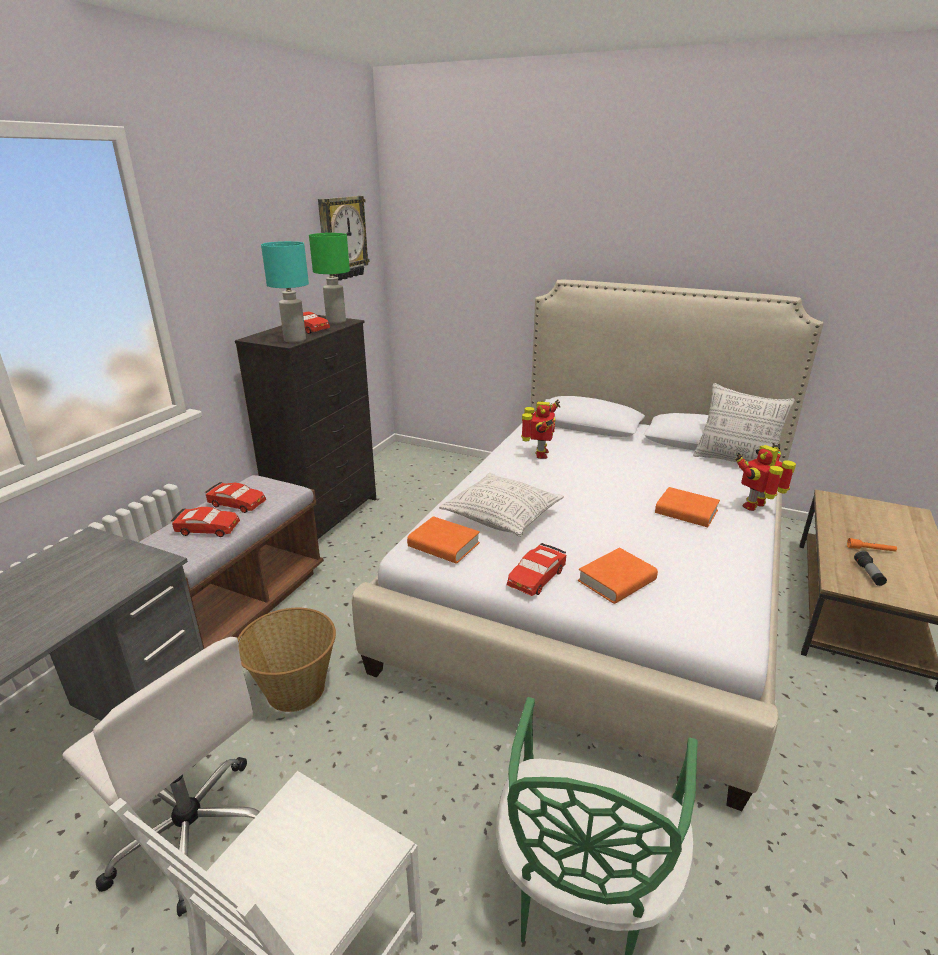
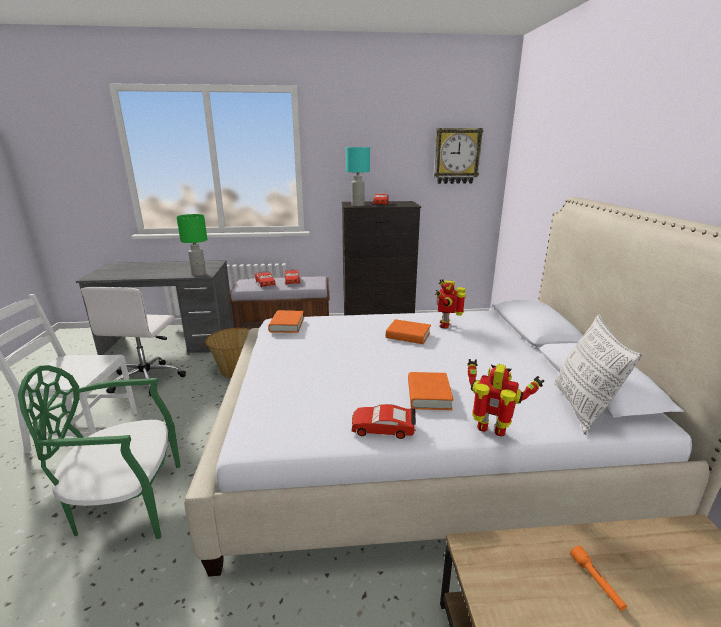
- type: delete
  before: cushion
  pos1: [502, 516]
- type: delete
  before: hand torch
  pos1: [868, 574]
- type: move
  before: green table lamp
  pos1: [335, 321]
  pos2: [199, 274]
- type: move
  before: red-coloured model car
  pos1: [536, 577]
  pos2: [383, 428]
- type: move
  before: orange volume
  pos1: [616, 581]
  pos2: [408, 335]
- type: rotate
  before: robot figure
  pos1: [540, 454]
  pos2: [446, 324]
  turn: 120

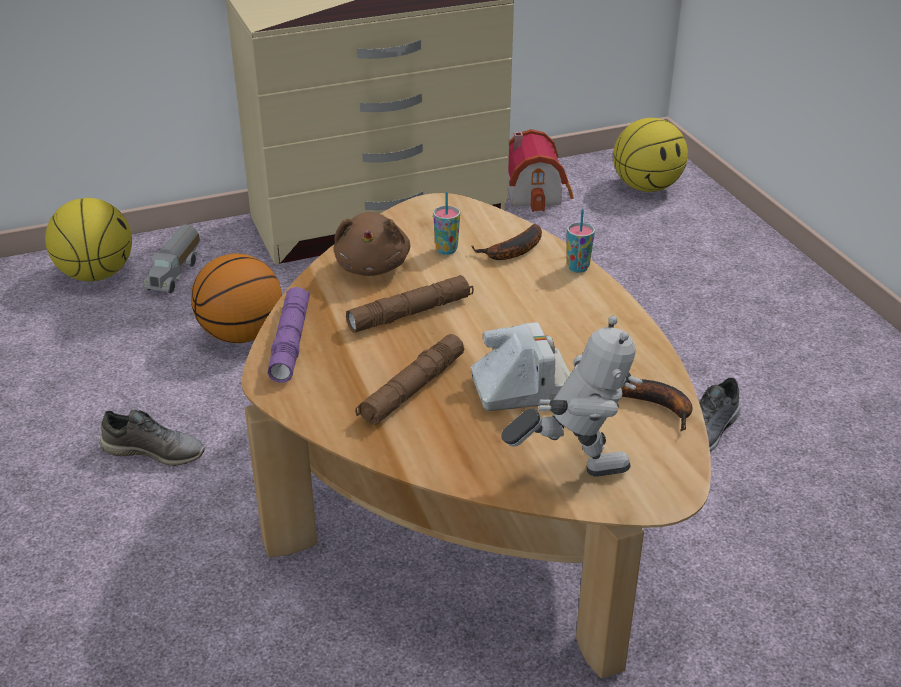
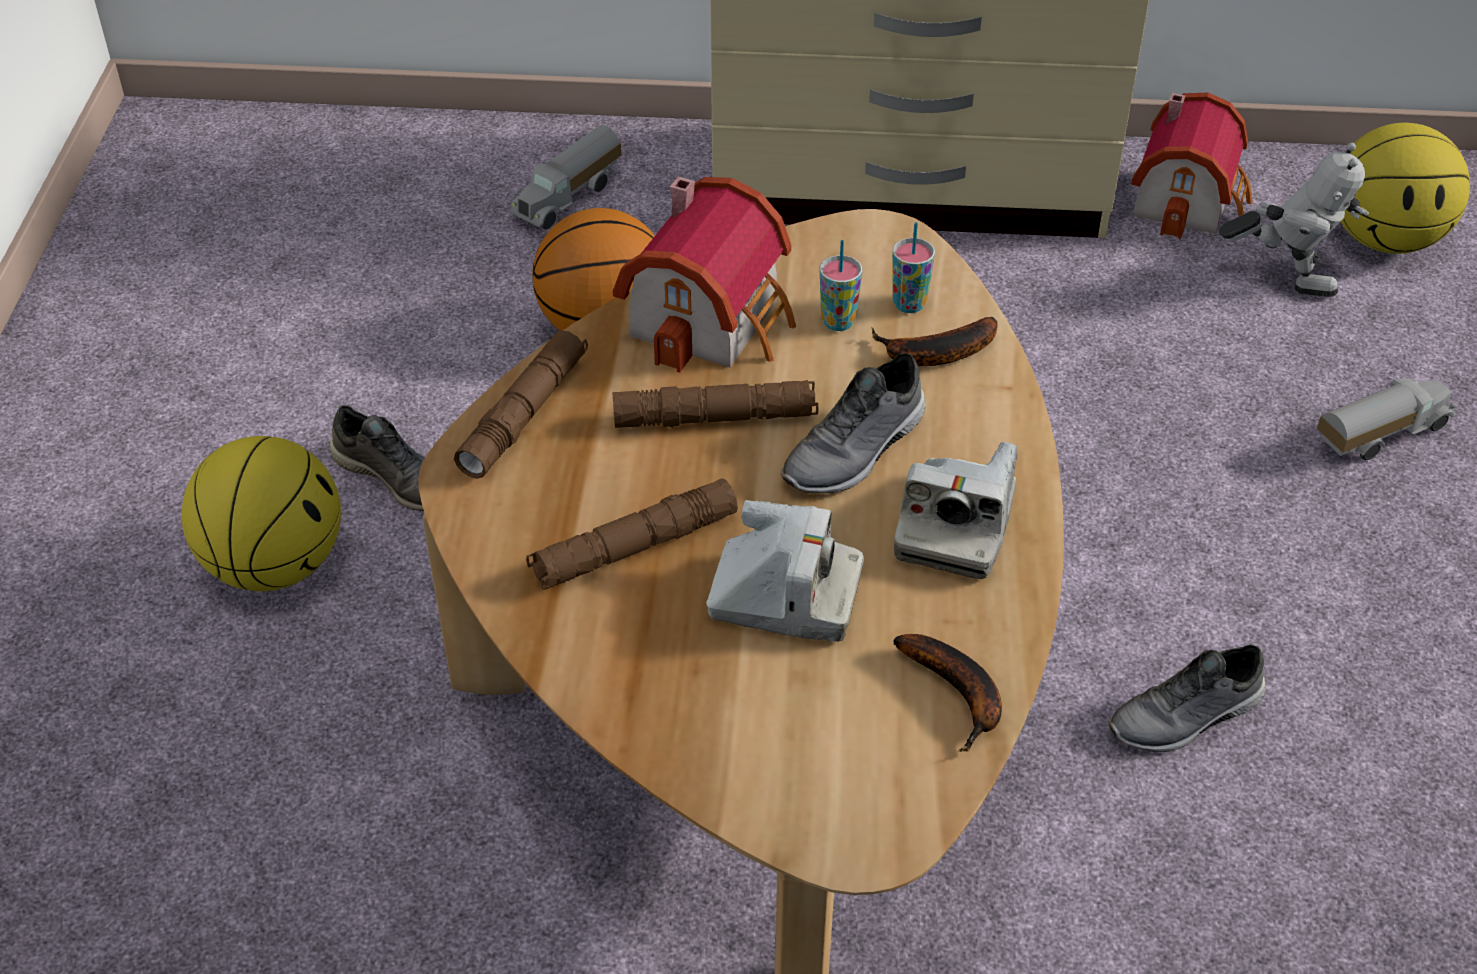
- type: insert
  after: greyish item of footwear
  pos2: [856, 451]
- type: insert
  after: photo camera
  pos2: [955, 526]
- type: insert
  after: model truck
  pos2: [1379, 434]
- type: move
  before: basketball ball
  pos1: [96, 274]
  pos2: [276, 564]
- type: move
  before: robot figure
  pos1: [573, 467]
  pos2: [1283, 280]
- type: move
  before: small cup
  pos1: [578, 268]
  pos2: [909, 304]
- type: replace
  before: brown-coloured plush toy
  after: model house
  pos1: [373, 266]
  pos2: [714, 319]
- type: recolor
  before: purple hand torch
  after: brown-coloured hand torch
  pos1: [290, 342]
  pos2: [524, 414]

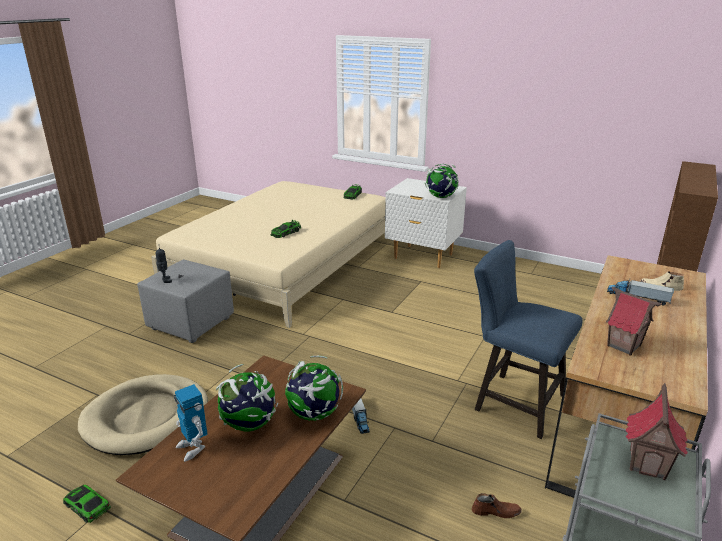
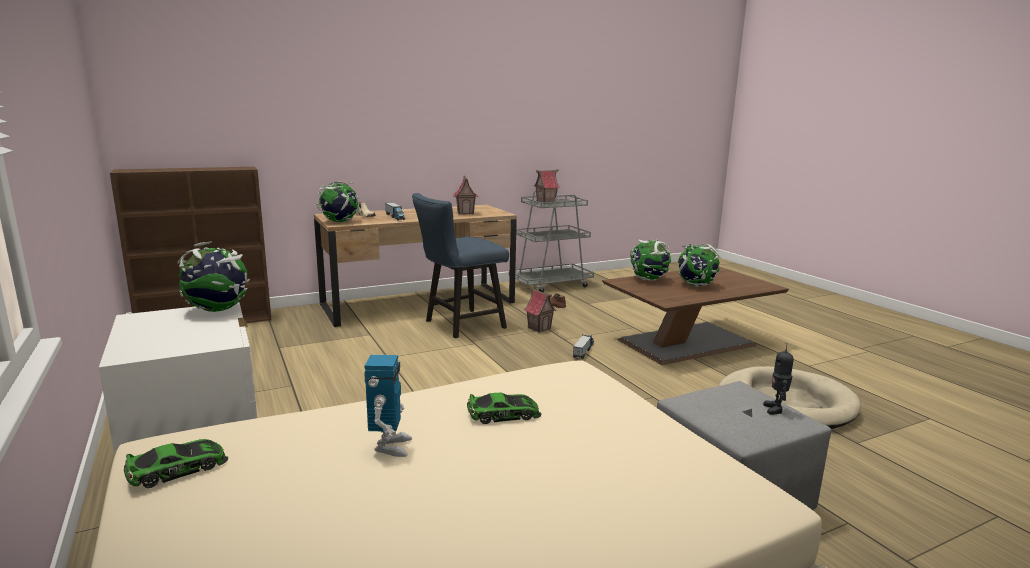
- type: delete
  before: model car
  pos1: [87, 506]
- type: insert
  after: desk globe
  pos2: [339, 222]
- type: insert
  after: model house
  pos2: [539, 328]
- type: move
  before: robot figure
  pos1: [193, 448]
  pos2: [390, 446]
- type: rotate
  before: bluish upright chair
  pos1: [513, 401]
  pos2: [459, 325]
  turn: 75

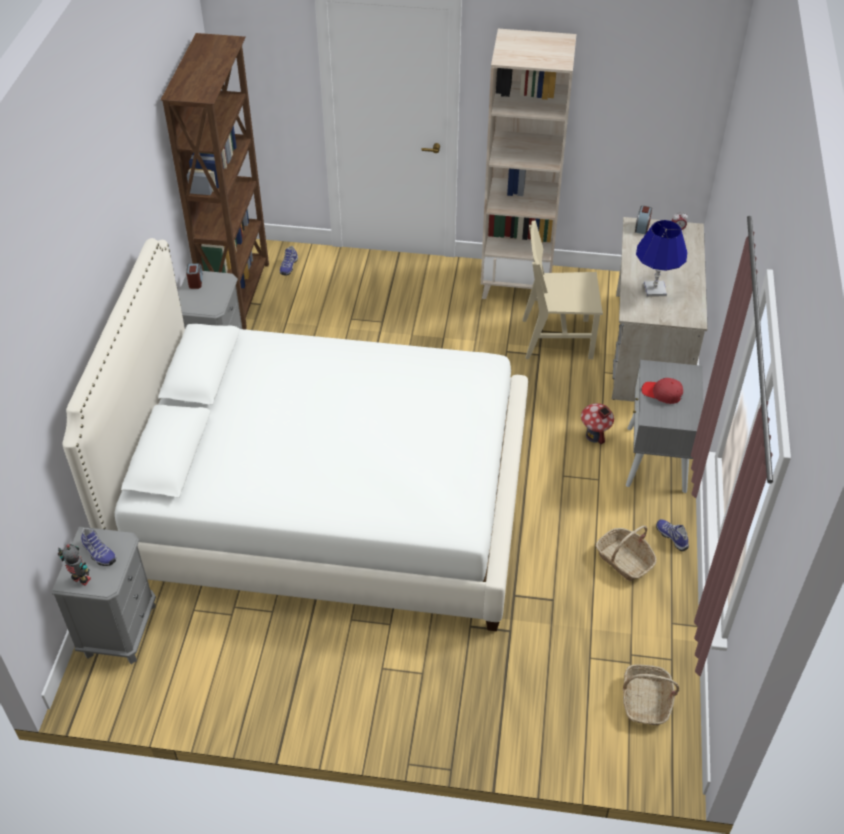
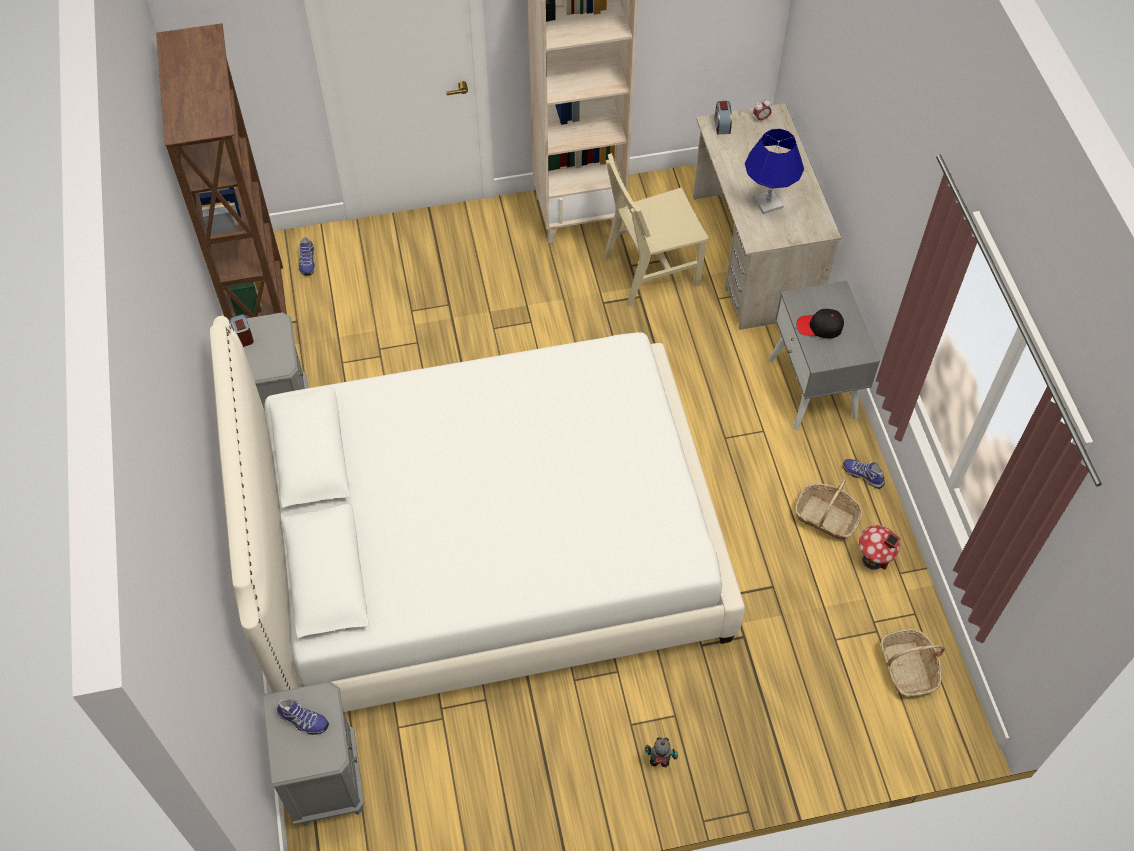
- type: move
  before: robot figure
  pos1: [81, 580]
  pos2: [659, 763]
- type: move
  before: model house
  pos1: [594, 436]
  pos2: [873, 560]
- type: recolor
  before: red-coloured baseball cap
  after: blackish baseball cap
  pos1: [662, 393]
  pos2: [819, 327]

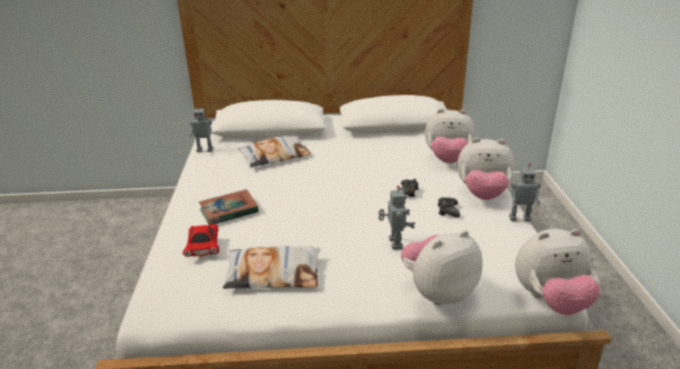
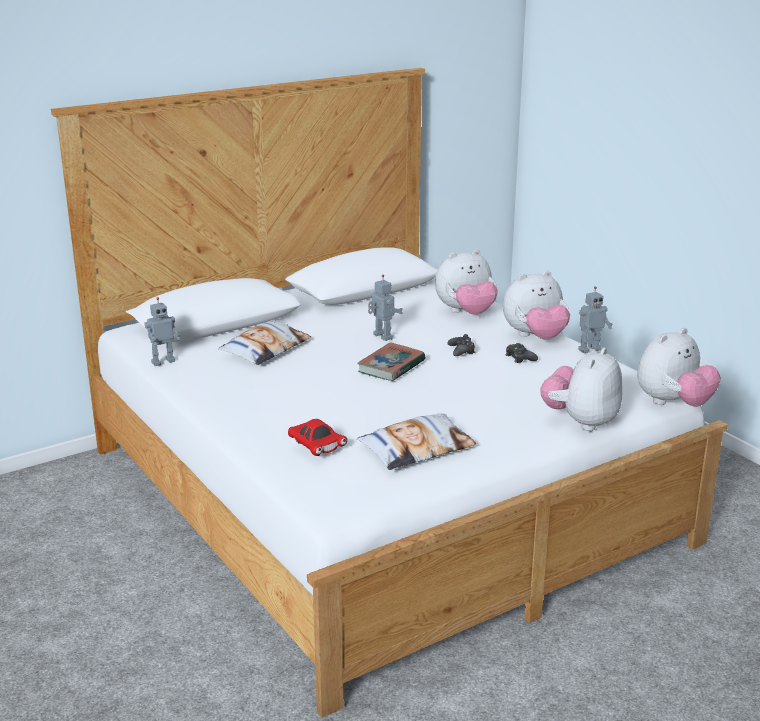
- type: move
  before: volume
  pos1: [229, 211]
  pos2: [391, 366]
- type: move
  before: robot figure
  pos1: [394, 243]
  pos2: [381, 337]

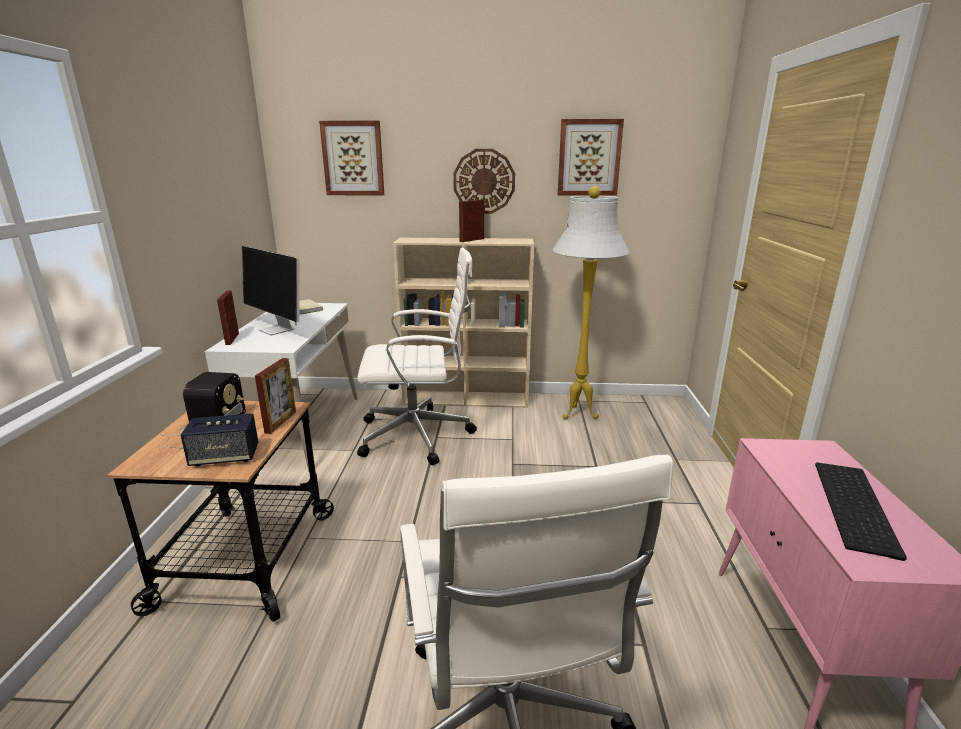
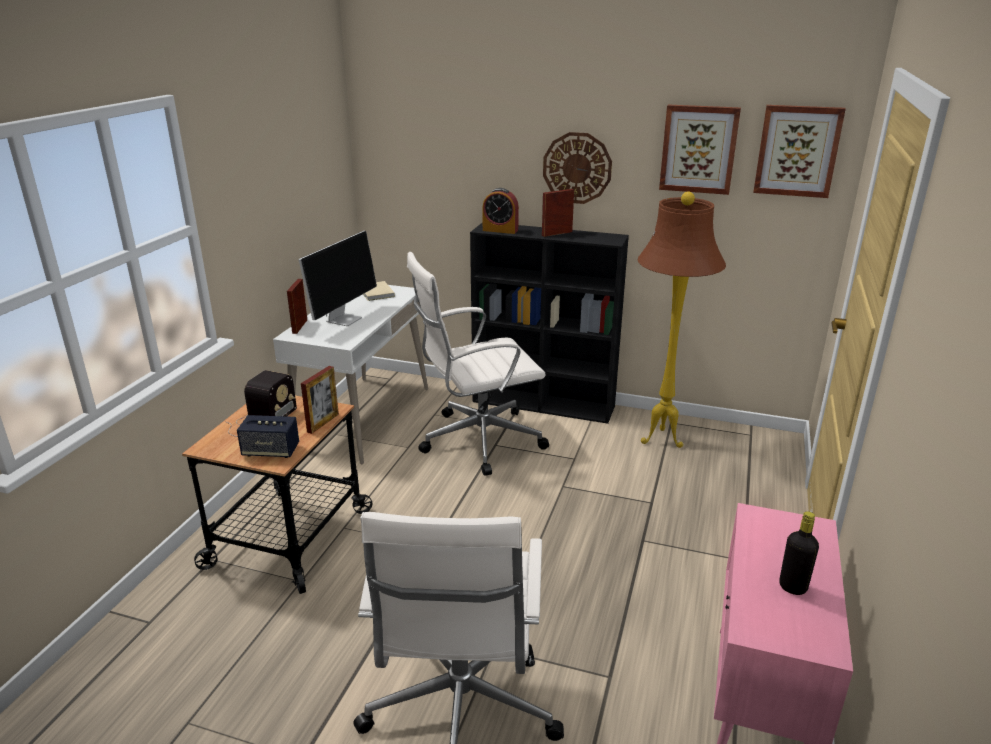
- type: insert
  after: alarm clock
  pos2: [500, 230]
- type: move
  before: picture
  pos1: [353, 158]
  pos2: [797, 151]
- type: replace
  before: keyboard
  after: blackish beverage bottle
  pos1: [858, 507]
  pos2: [792, 587]
- type: recolor
  before: beige-coloured shelving unit
  after: blackish shelving unit
  pos1: [467, 399]
  pos2: [545, 404]
- type: recolor
  before: whitish floor lamp
  after: brown-coloured floor lamp
  pos1: [578, 415]
  pos2: [660, 441]
- type: rotate
  before: monitor
  pos1: [278, 330]
  pos2: [344, 319]
  turn: -120
- type: rotate
  before: whitish desk chair
  pos1: [419, 435]
  pos2: [478, 440]
  turn: 150

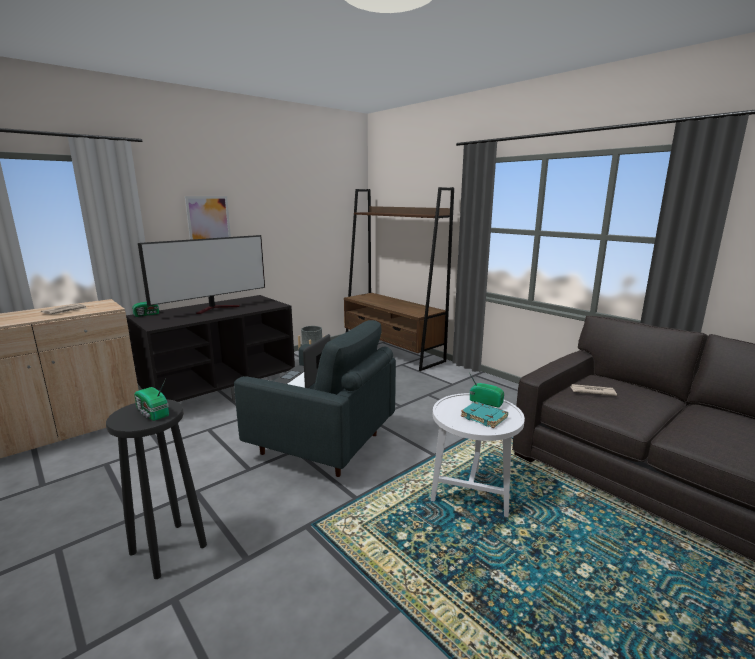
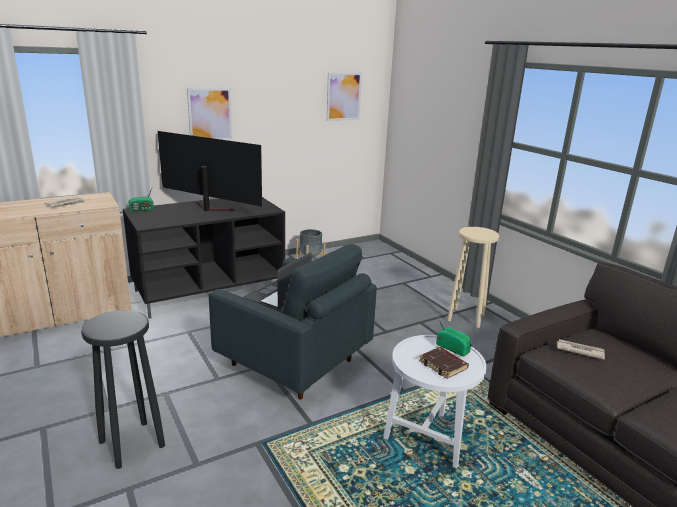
- type: delete
  before: radio set
  pos1: [152, 413]
- type: delete
  before: brown-coloured shelving unit
  pos1: [392, 351]
- type: insert
  after: picture
  pos2: [343, 96]
- type: insert
  after: beige-coloured stool seat
  pos2: [466, 317]
- type: recolor
  before: blue-green volume
  after: brown-coloured volume
  pos1: [484, 417]
  pos2: [444, 365]
- type: rotate
  before: TV
  pos1: [216, 308]
  pos2: [209, 208]
  turn: -120

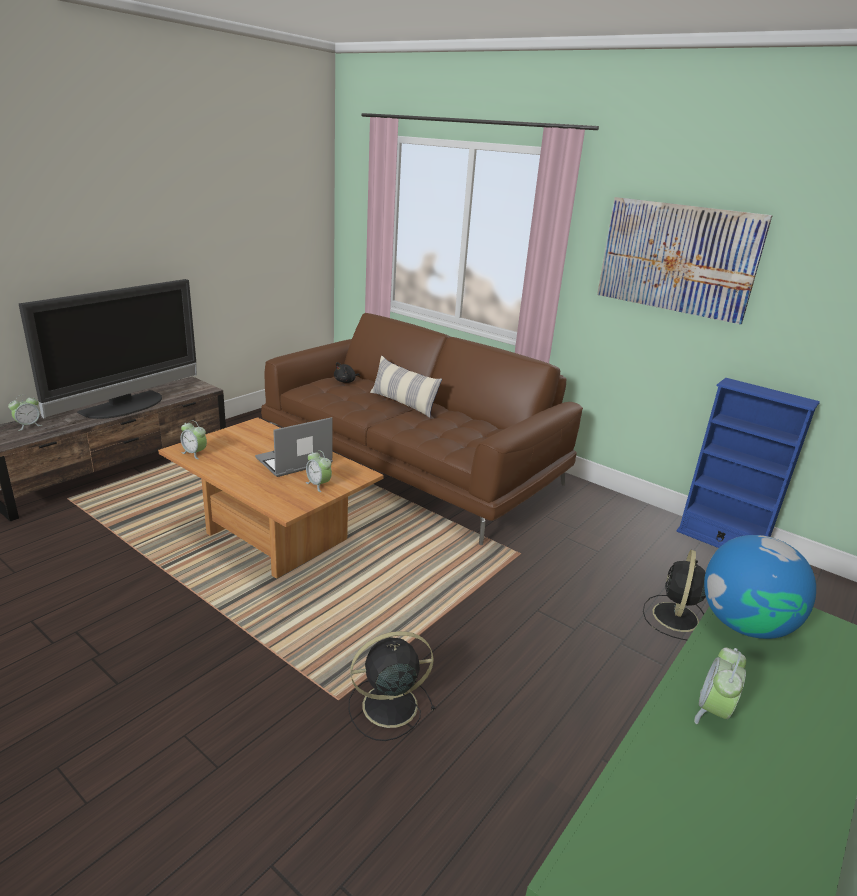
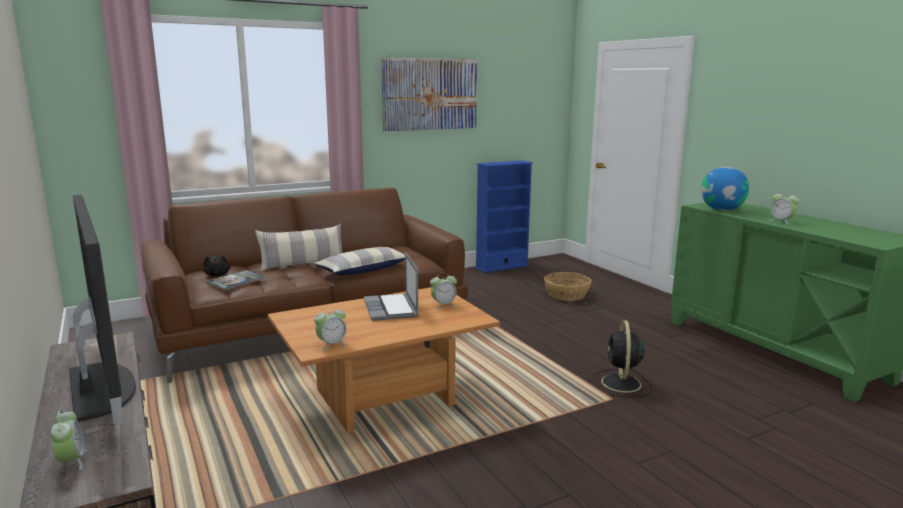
- type: insert
  after: volume
  pos2: [236, 281]
- type: insert
  after: cushion
  pos2: [363, 270]
- type: replace
  before: blackish fan
  after: household basket
  pos1: [675, 618]
  pos2: [567, 295]

